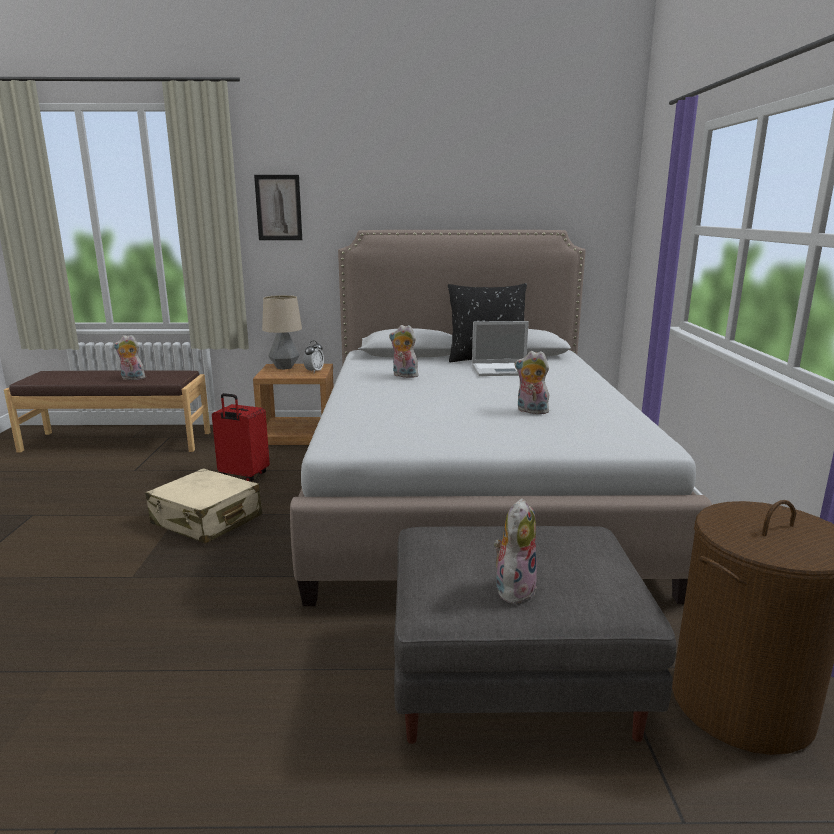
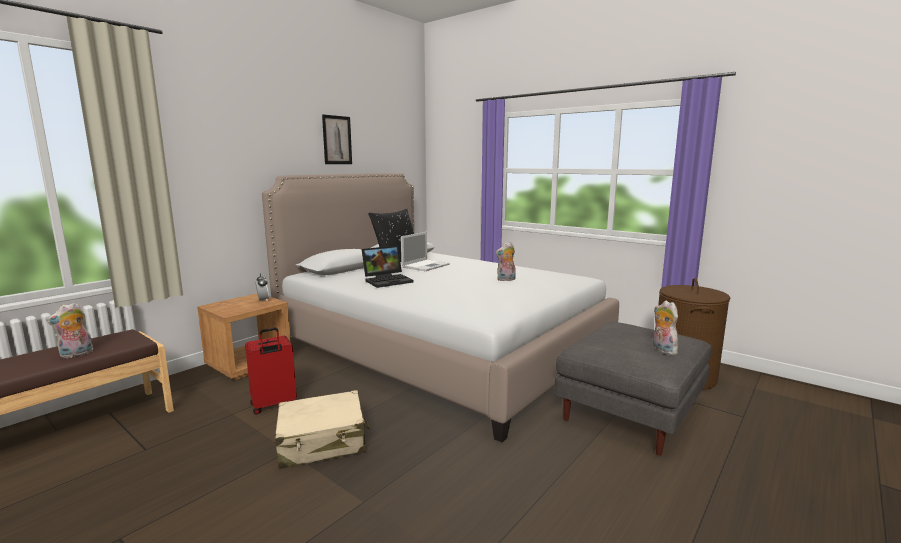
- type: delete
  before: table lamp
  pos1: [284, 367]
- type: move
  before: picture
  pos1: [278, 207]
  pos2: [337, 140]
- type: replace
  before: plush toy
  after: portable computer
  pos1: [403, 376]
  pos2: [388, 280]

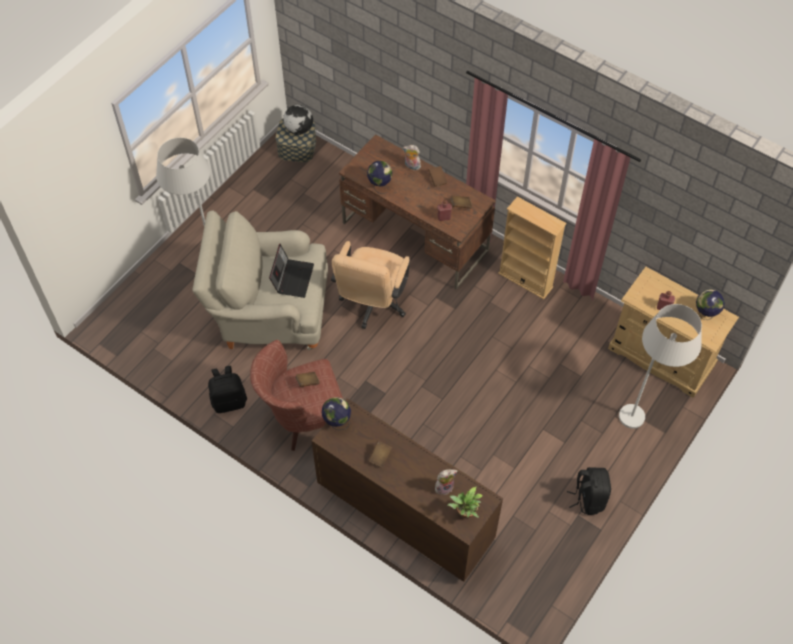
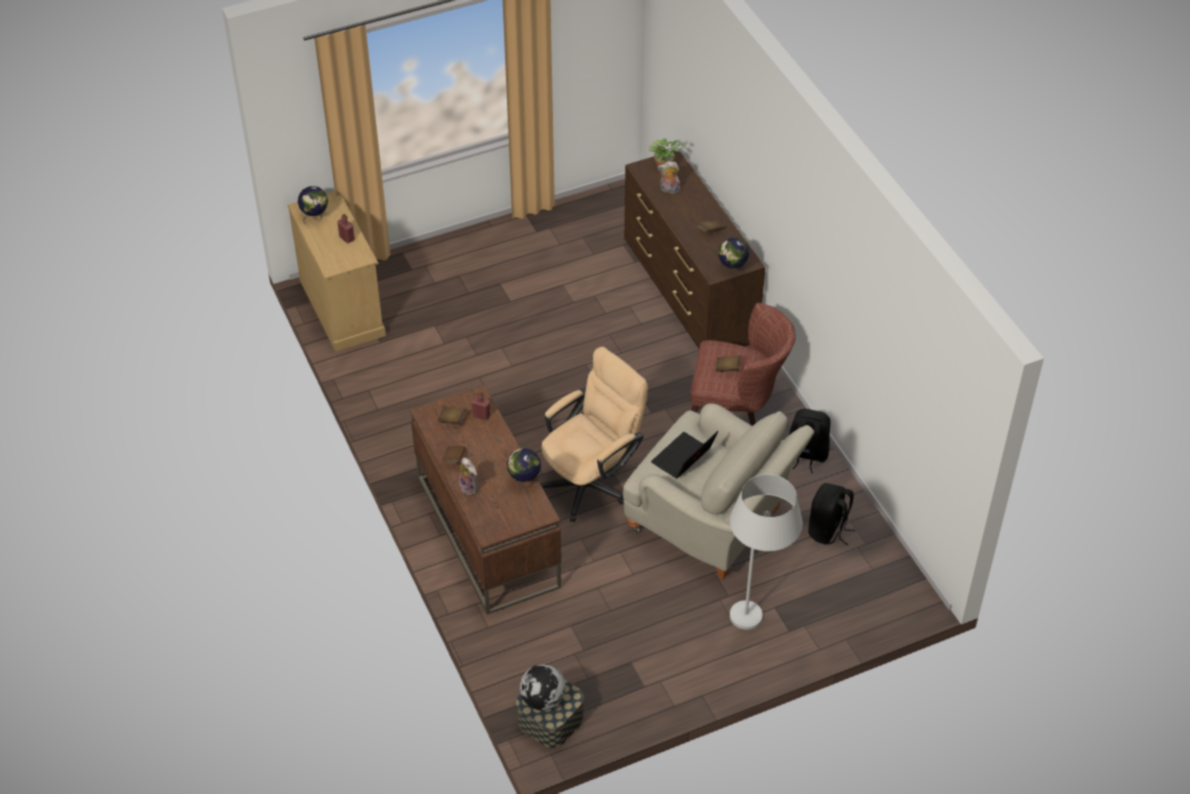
- type: delete
  before: beige-coloured shelving unit
  pos1: [525, 280]
- type: delete
  before: whitish floor lamp
  pos1: [644, 411]
- type: move
  before: blackish knapsack
  pos1: [588, 498]
  pos2: [828, 530]

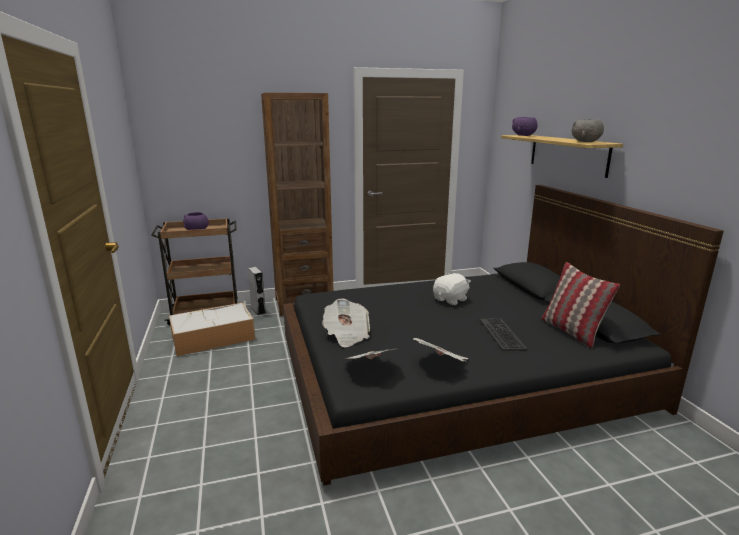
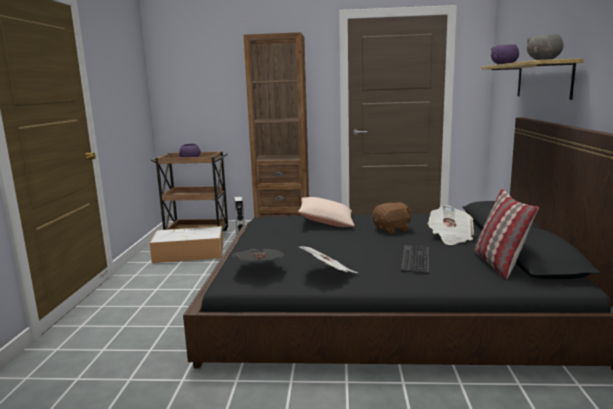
- type: insert
  after: beige-coloured cushion
  pos2: [326, 222]
- type: move
  before: newspaper
  pos1: [346, 335]
  pos2: [450, 237]
- type: recolor
  before: whitish plush toy
  after: brown-coloured plush toy
  pos1: [451, 300]
  pos2: [392, 229]

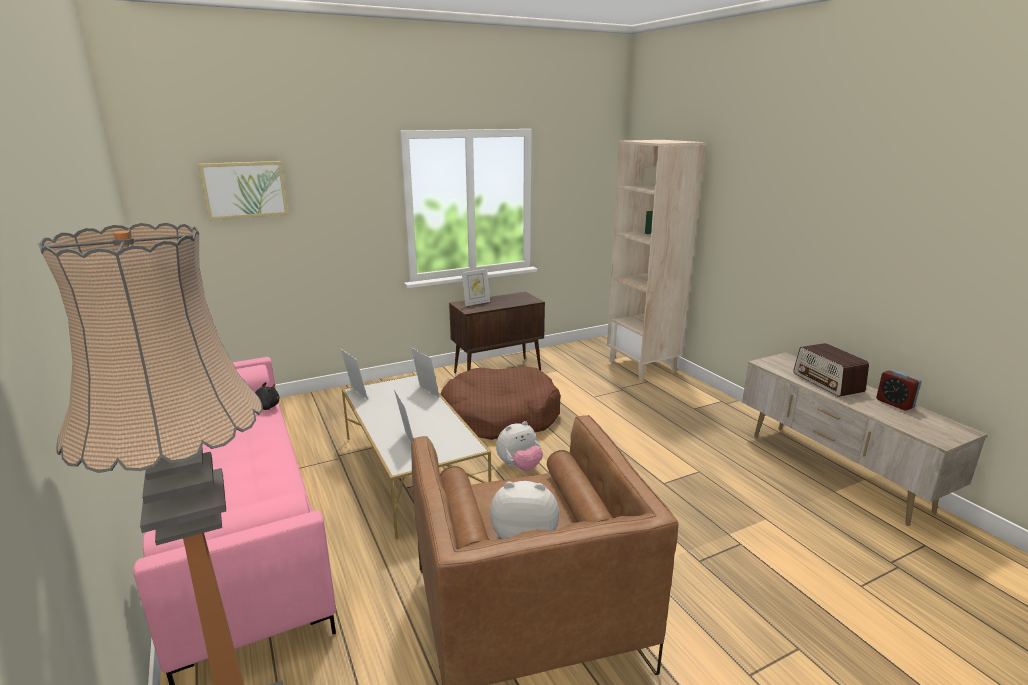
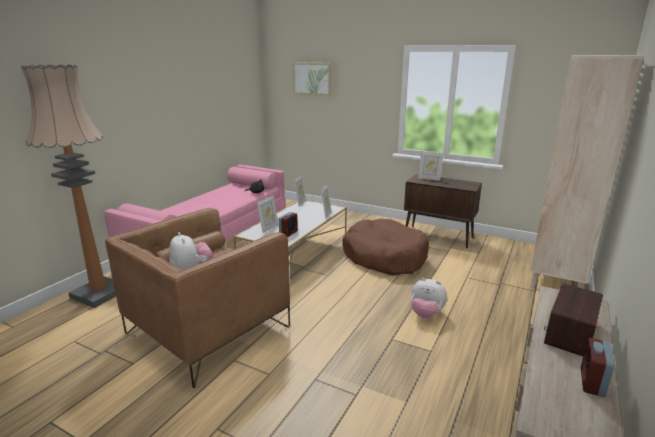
- type: insert
  after: alarm clock
  pos2: [288, 233]
- type: move
  before: plush toy
  pos1: [519, 466]
  pos2: [426, 314]

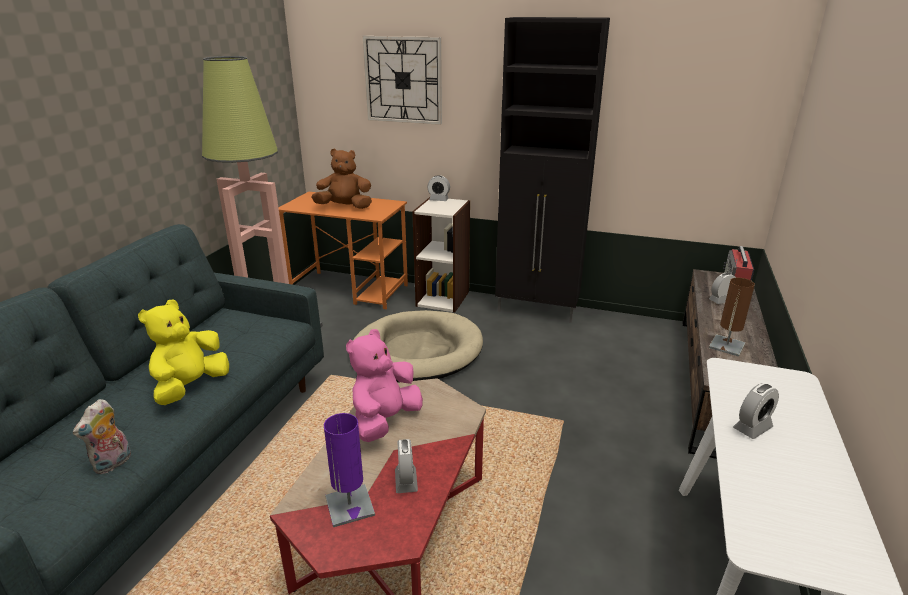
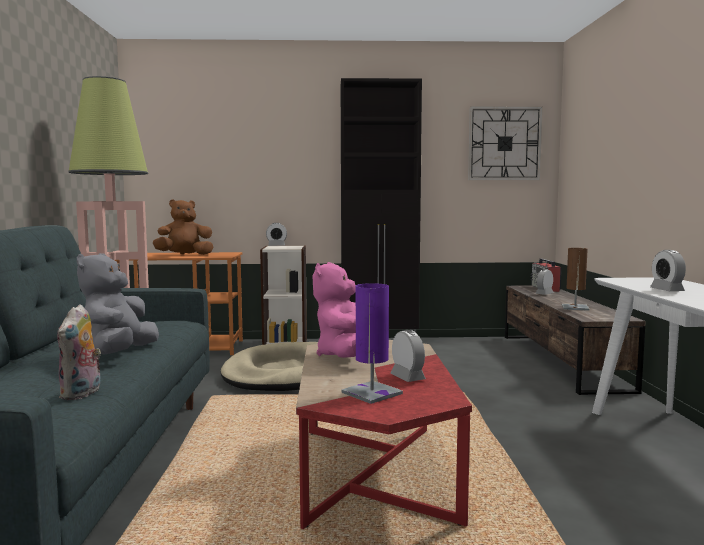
- type: move
  before: clock on the wall
  pos1: [403, 80]
  pos2: [504, 143]
- type: recolor
  before: yellowish plush toy
  after: greyish plush toy
  pos1: [191, 387]
  pos2: [119, 354]
- type: rotate
  before: alarm clock
  pos1: [752, 428]
  pos2: [666, 290]
  turn: 135

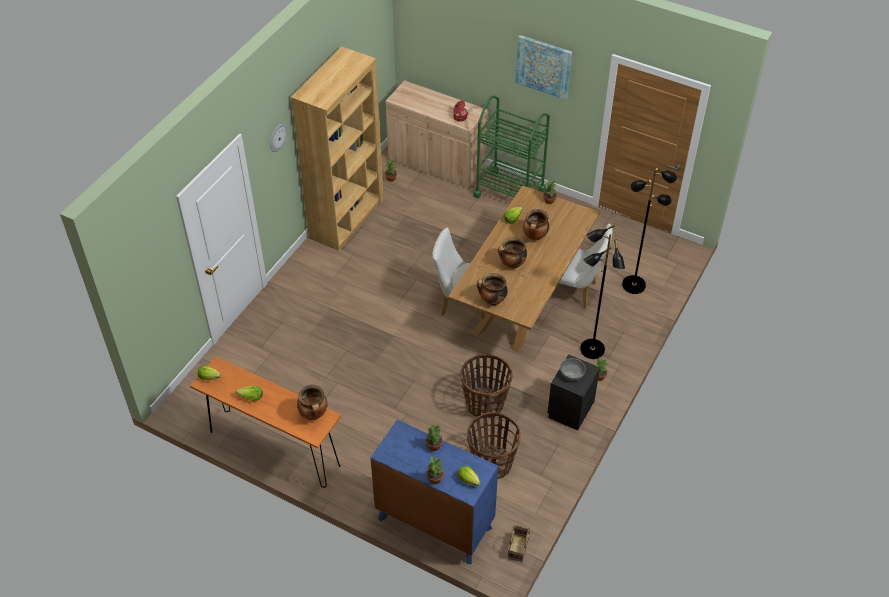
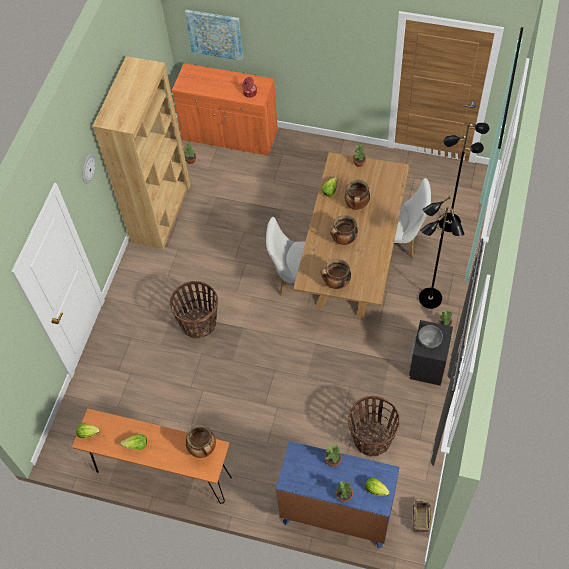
- type: delete
  before: green cart
  pos1: [509, 192]
- type: move
  before: household basket
  pos1: [485, 403]
  pos2: [199, 323]
- type: move
  before: picture
  pos1: [543, 66]
  pos2: [215, 34]
- type: recolor
  before: beige-coloured cupboard
  after: orange cupboard
  pos1: [436, 164]
  pos2: [230, 135]

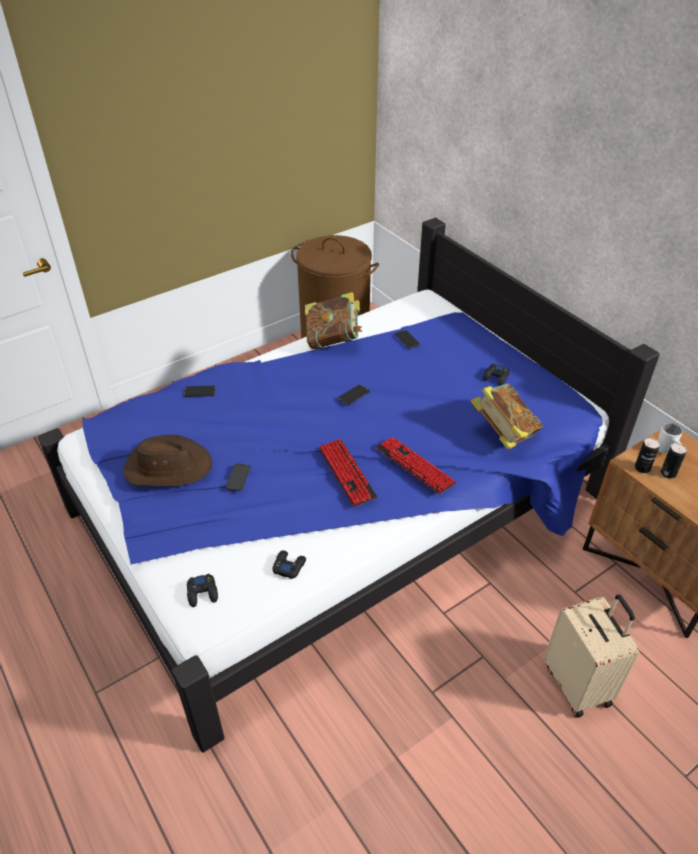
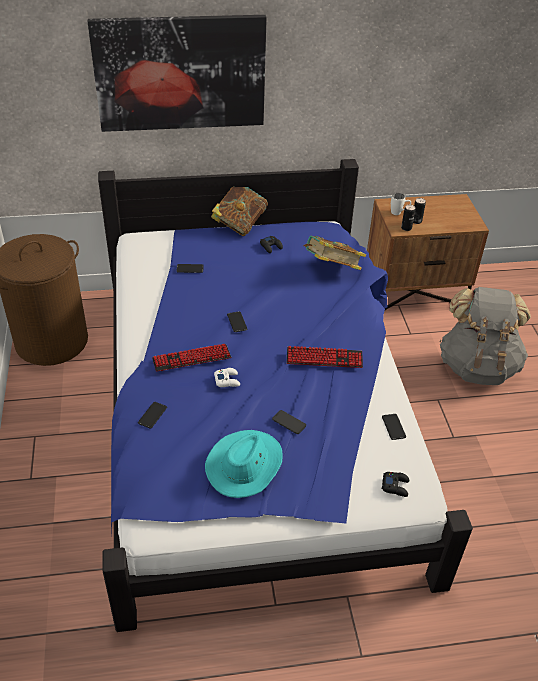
- type: insert
  after: picture
  pos2: [180, 73]
- type: insert
  after: whitish joypad
  pos2: [227, 380]
- type: move
  before: volume
  pos1: [333, 340]
  pos2: [239, 224]
- type: move
  before: keyboard
  pos1: [414, 466]
  pos2: [191, 359]
- type: replace
  before: blackish joypad
  after: handset
  pos1: [289, 566]
  pos2: [393, 427]
- type: replace
  before: beige-coloured suitcase
  after: greyish knapsack
  pos1: [578, 684]
  pos2: [477, 366]
- type: recolor
  before: brown-coloured hat
  after: blue-green hat
  pos1: [167, 467]
  pos2: [245, 465]

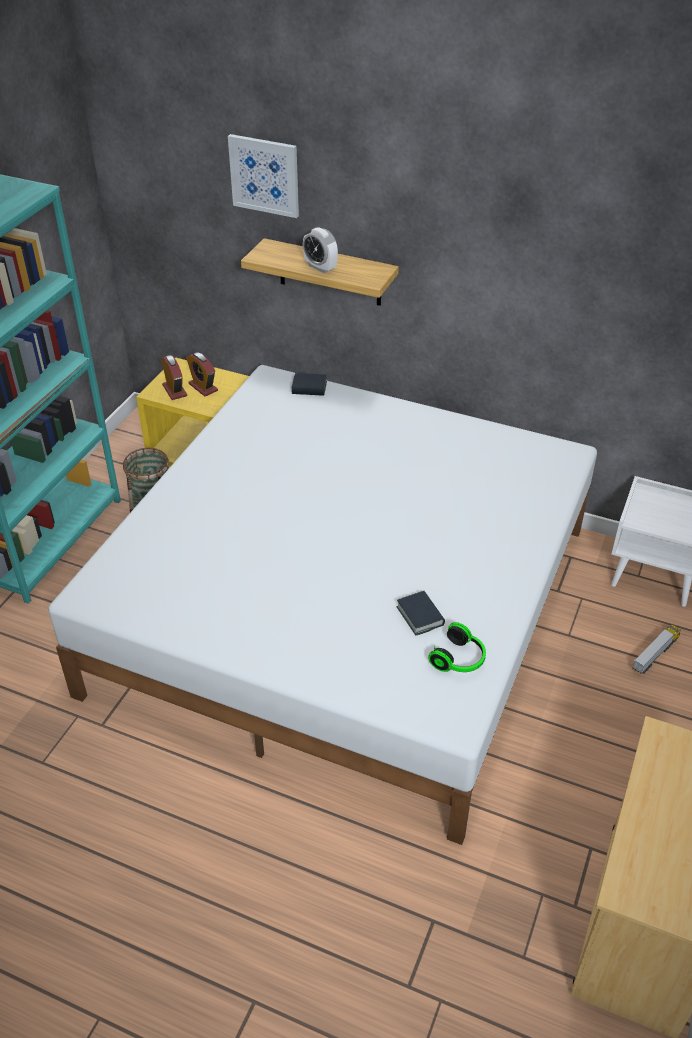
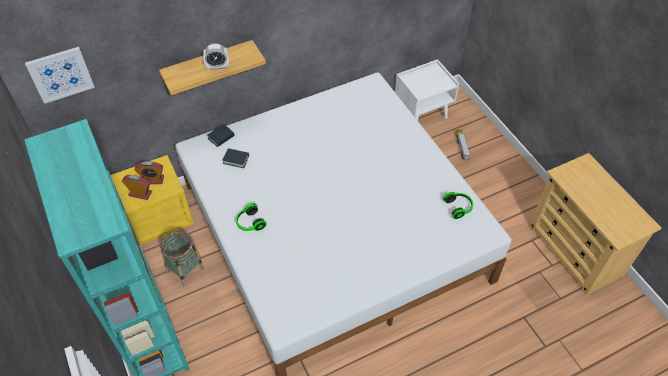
- type: insert
  after: headphones
  pos2: [250, 223]
- type: move
  before: picture
  pos1: [265, 175]
  pos2: [60, 74]
- type: move
  before: volume
  pos1: [420, 616]
  pos2: [236, 159]

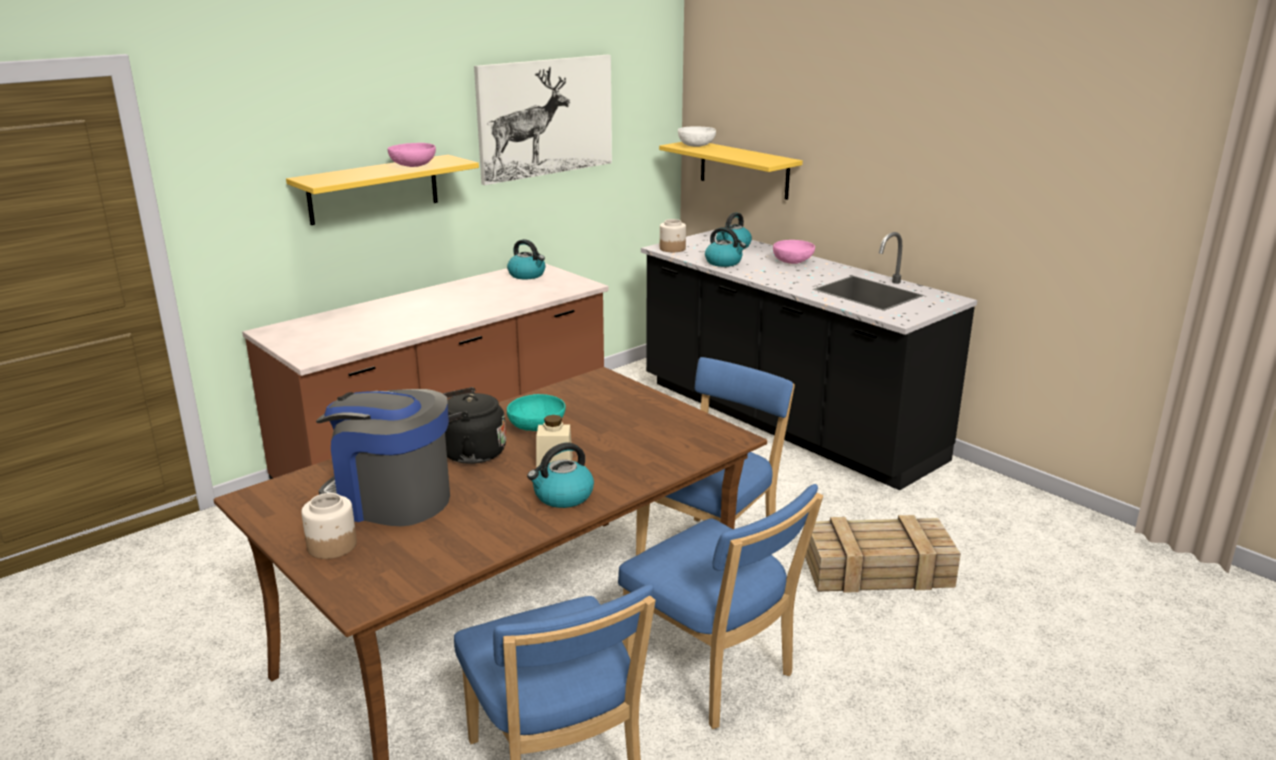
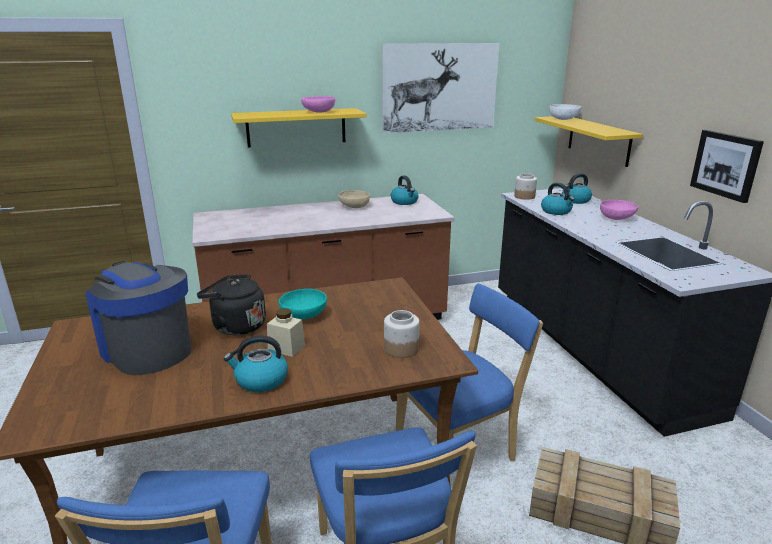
- type: insert
  after: beige-coloured bowl
  pos2: [354, 207]
- type: insert
  after: picture
  pos2: [726, 165]
- type: move
  before: storage jar
  pos1: [331, 546]
  pos2: [400, 348]

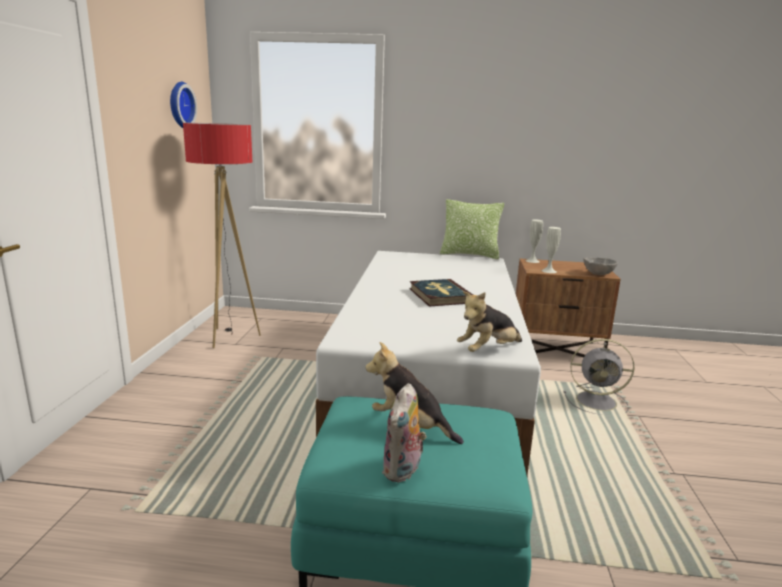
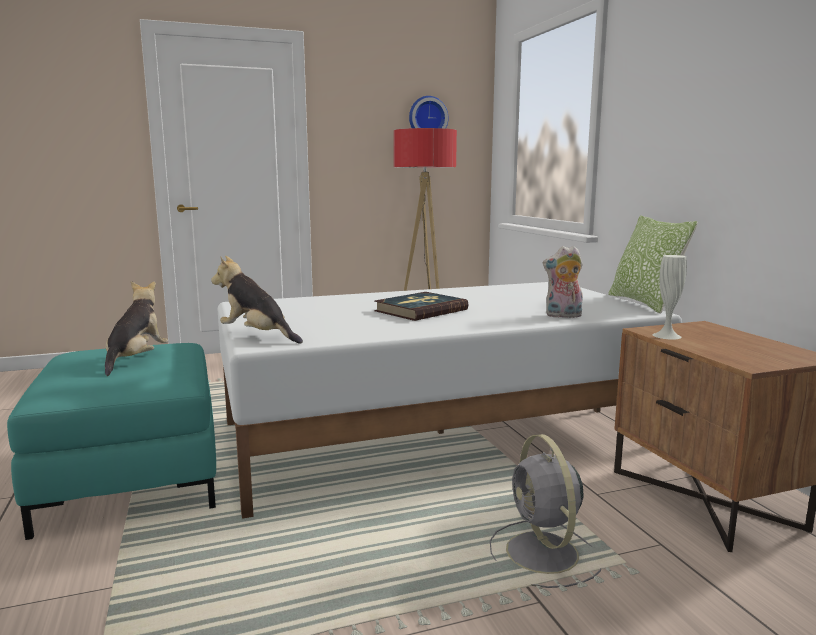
- type: delete
  before: whitish decorative vase
  pos1: [532, 261]
- type: delete
  before: greyish bowl
  pos1: [598, 274]
- type: move
  before: plush toy
  pos1: [403, 471]
  pos2: [563, 316]

